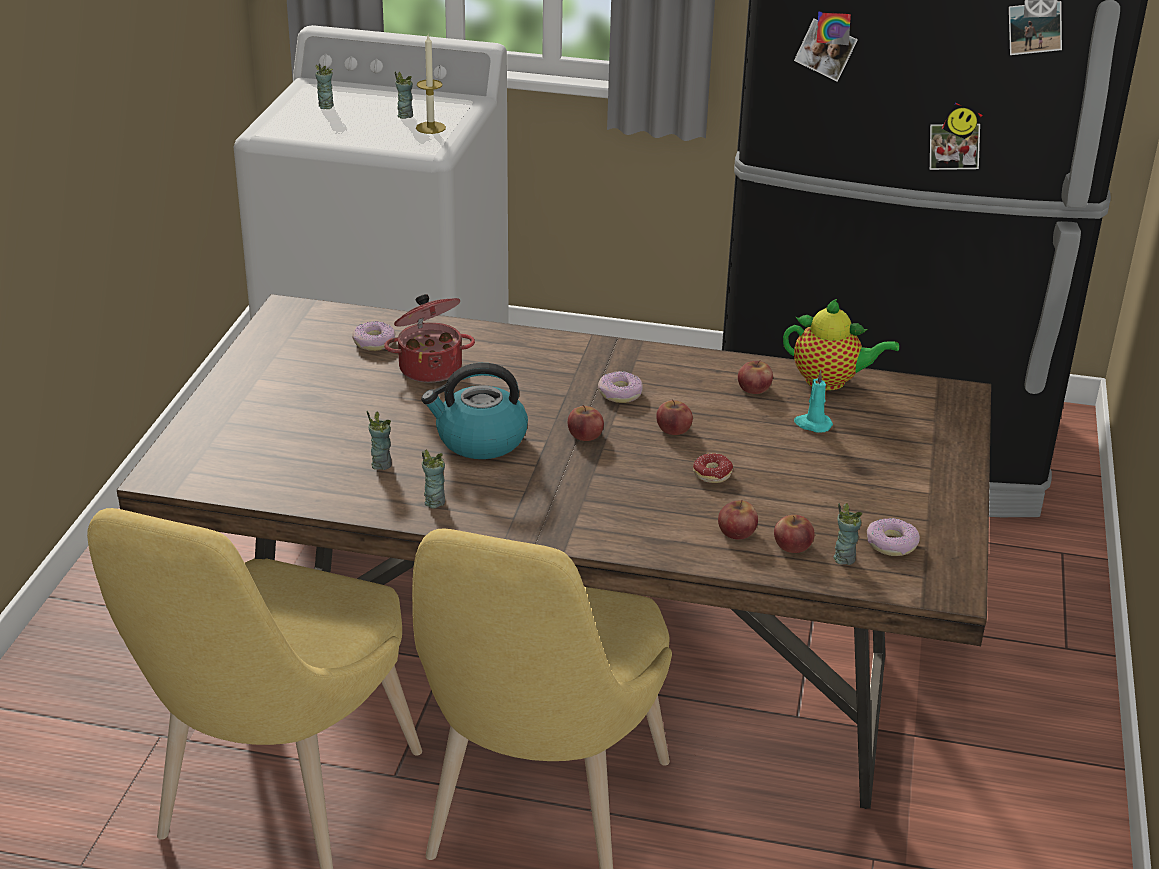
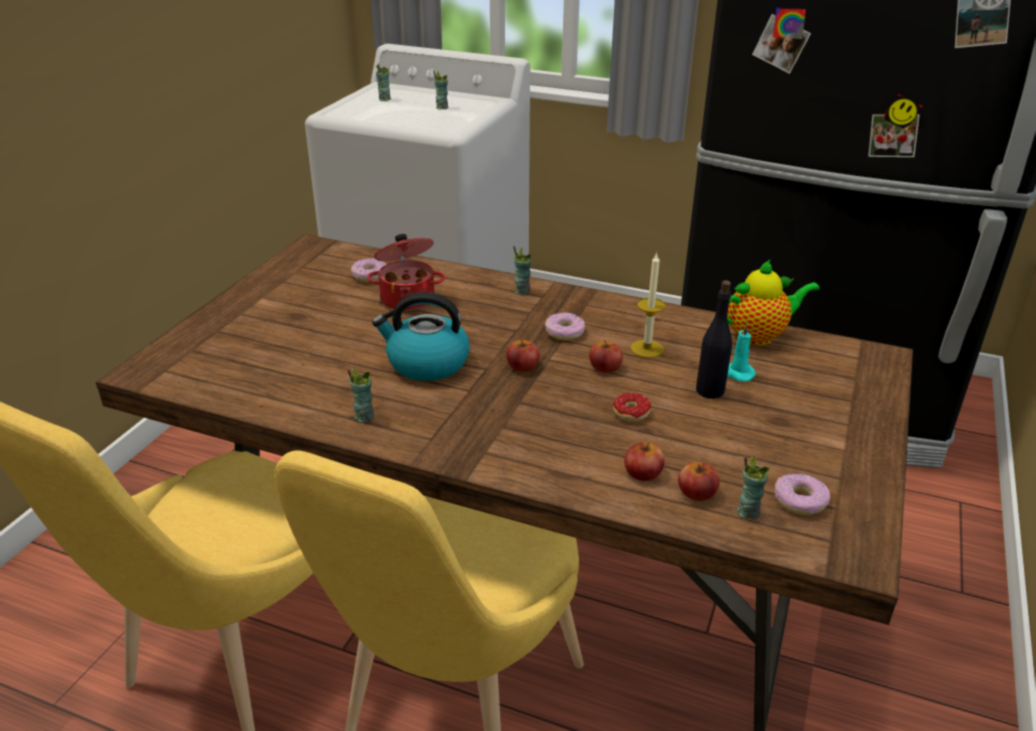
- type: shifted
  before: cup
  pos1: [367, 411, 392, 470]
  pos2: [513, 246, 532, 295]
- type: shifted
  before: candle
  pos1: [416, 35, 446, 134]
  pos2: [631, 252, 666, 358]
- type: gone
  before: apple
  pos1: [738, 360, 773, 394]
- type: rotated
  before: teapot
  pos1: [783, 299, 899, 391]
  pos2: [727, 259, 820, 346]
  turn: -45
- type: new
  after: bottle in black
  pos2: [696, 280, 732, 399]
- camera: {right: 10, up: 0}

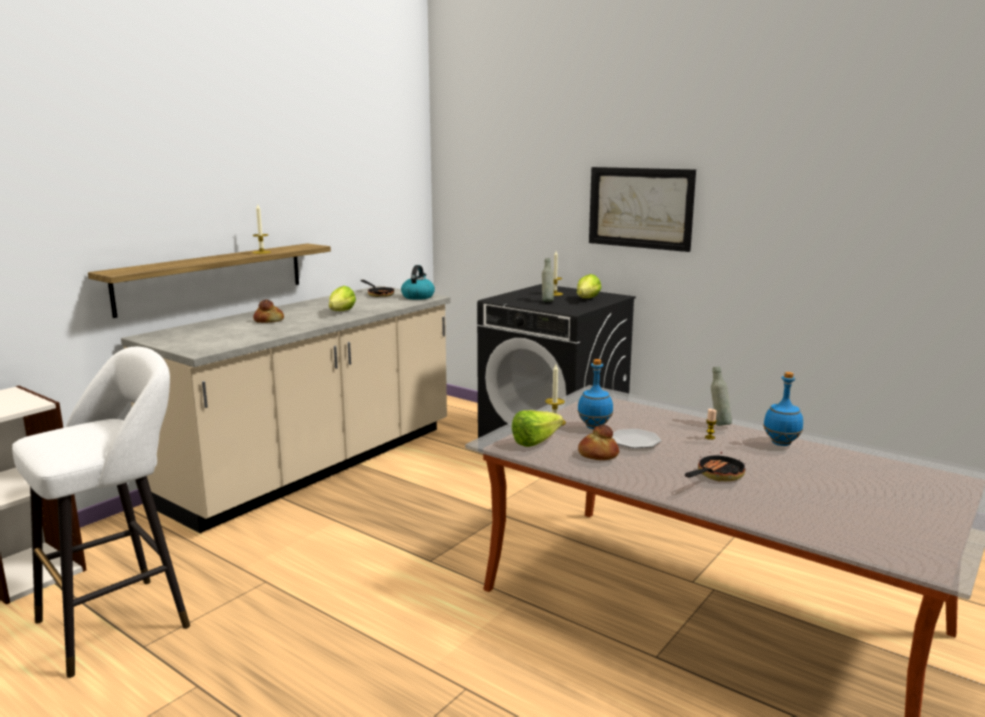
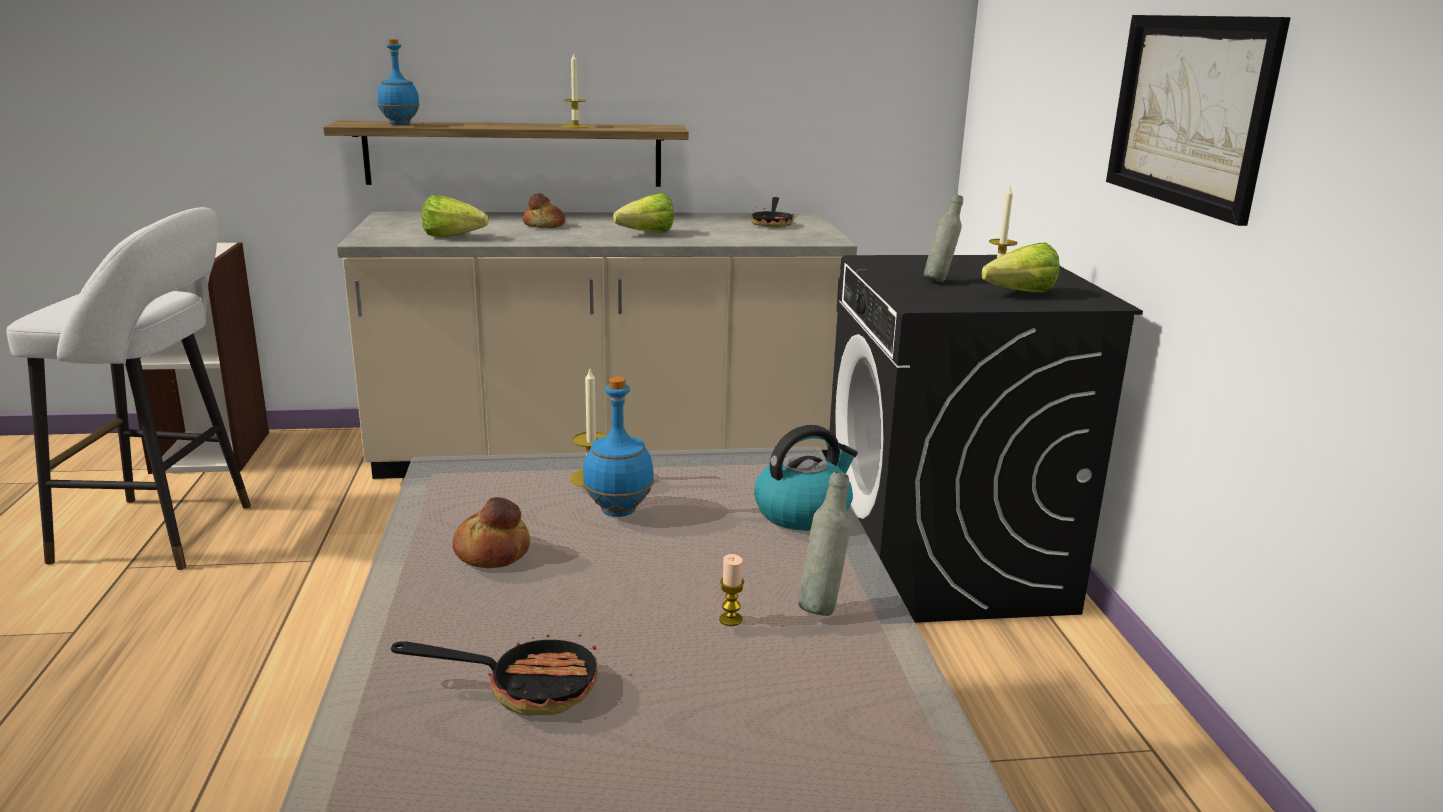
- type: shifted
  before: kettle
  pos1: [401, 265, 435, 300]
  pos2: [754, 425, 858, 531]
- type: shifted
  before: lettuce
  pos1: [512, 410, 563, 447]
  pos2: [422, 195, 489, 237]
- type: gone
  before: plate
  pos1: [612, 429, 661, 448]
- type: shifted
  before: bottle in blue
  pos1: [763, 372, 803, 446]
  pos2: [377, 39, 420, 125]
- camera: {right: 45, up: 5}

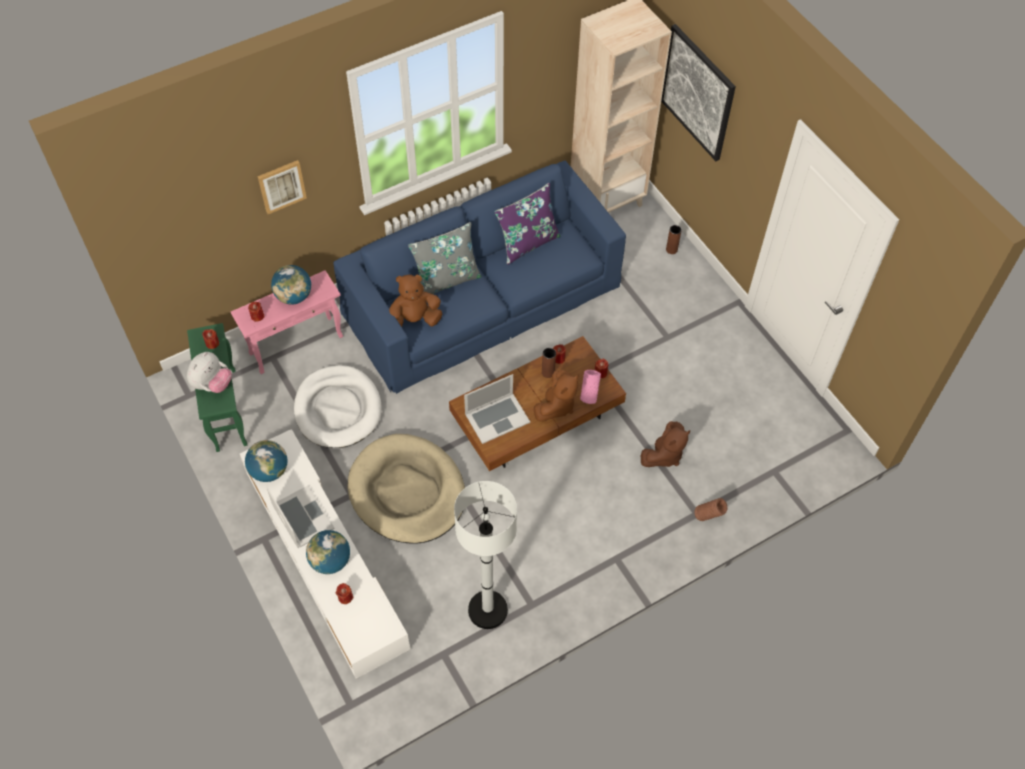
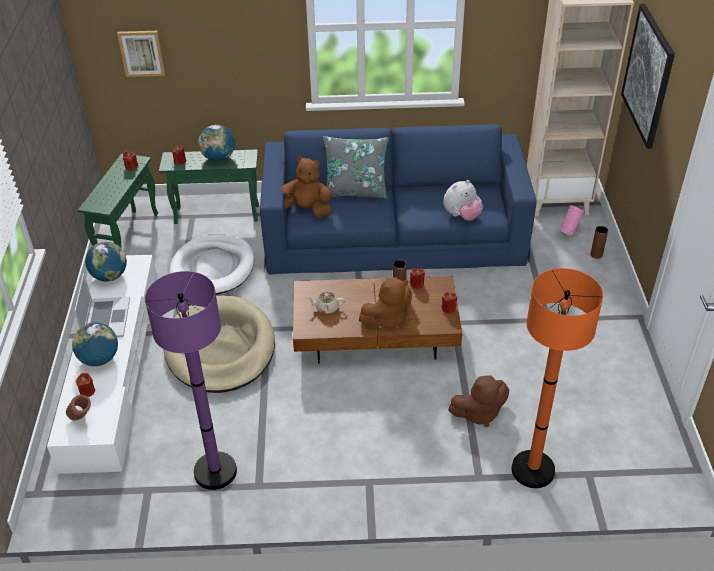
- type: shifted
  before: plush toy
  pos1: [187, 352, 232, 393]
  pos2: [443, 180, 483, 221]
- type: repainted
  before: side table in pink
  after: side table in green
  pos1: [231, 270, 343, 374]
  pos2: [159, 149, 259, 224]
- type: shifted
  before: picture
  pos1: [257, 160, 307, 214]
  pos2: [117, 31, 165, 77]
- type: repainted
  before: floor lamp in white
  after: floor lamp in purple
  pos1: [454, 481, 517, 629]
  pos2: [145, 271, 237, 490]
- type: swapped
  before: laptop
  after: teapot in beige
  pos1: [464, 374, 530, 444]
  pos2: [306, 292, 345, 314]
- type: gone
  before: pillow in purple
  pos1: [494, 183, 561, 265]
- type: shifted
  before: vase in pink
  pos1: [580, 370, 601, 404]
  pos2: [560, 205, 584, 235]
- type: shifted
  before: vase in brown
  pos1: [694, 498, 728, 521]
  pos2: [66, 395, 91, 420]
- type: new
  after: floor lamp in orange
  pos2: [511, 268, 603, 488]
- camera: {right: 30, up: -15}

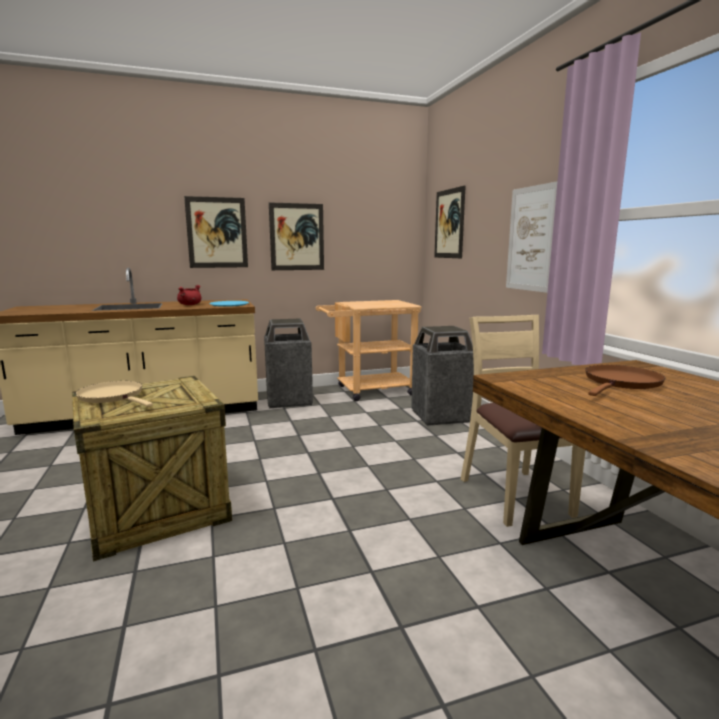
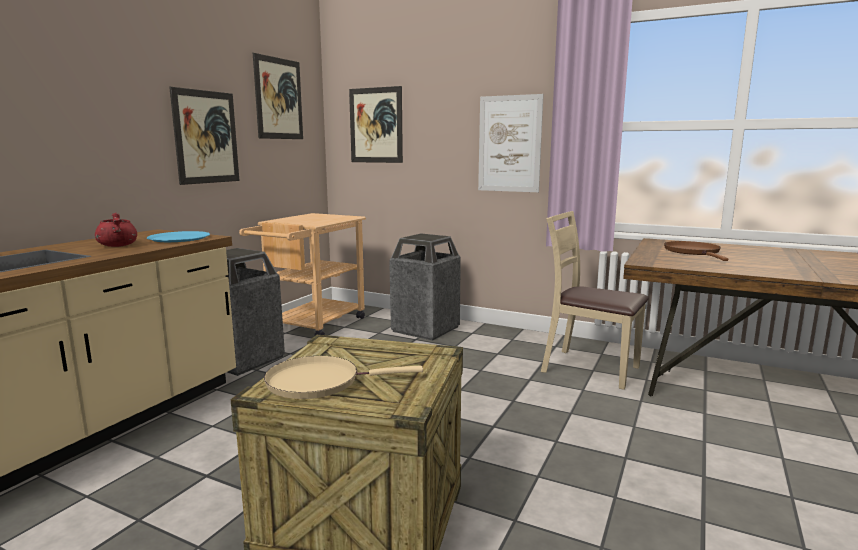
- type: shifted
  before: picture
  pos1: [184, 196, 248, 268]
  pos2: [253, 53, 303, 139]
- camera: {right: -45, up: 0}

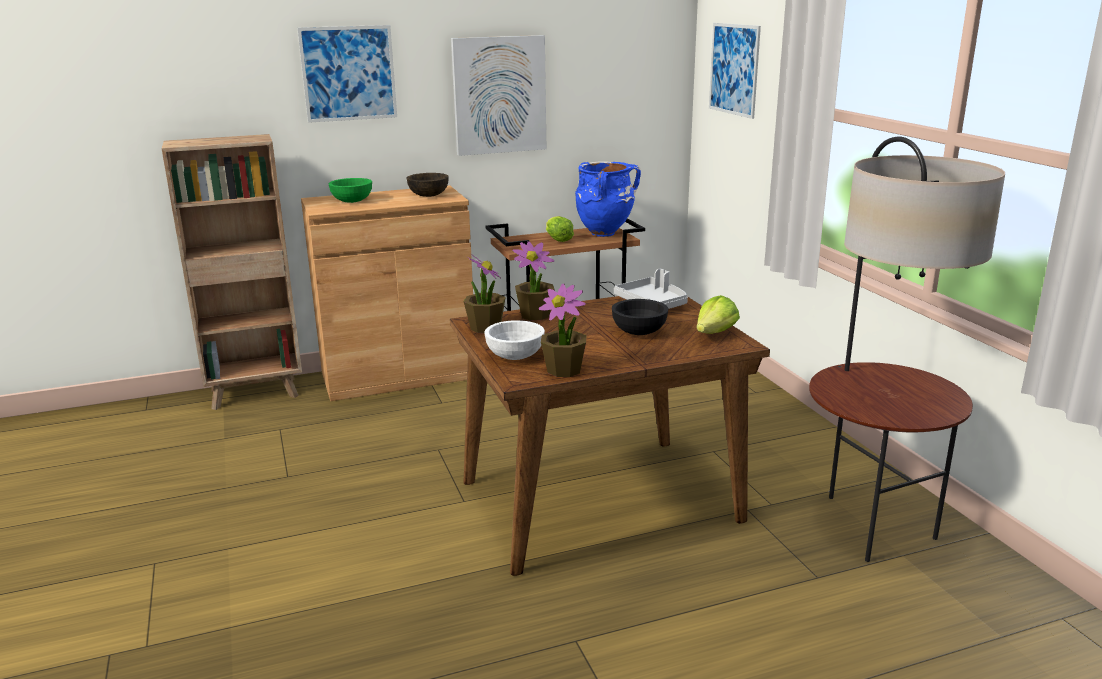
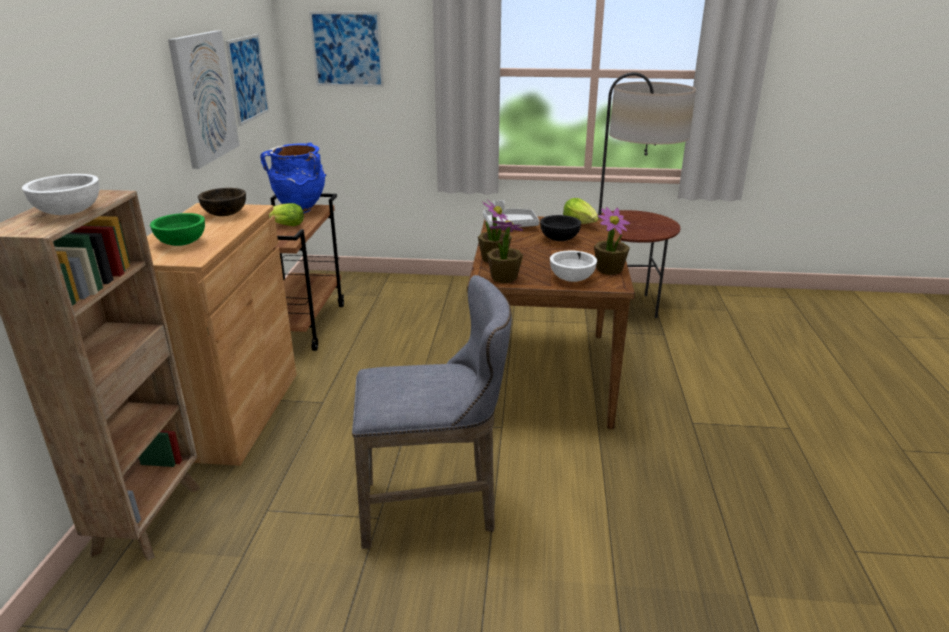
- type: shifted
  before: picture
  pos1: [297, 25, 397, 123]
  pos2: [226, 34, 269, 126]
- type: new
  after: bowl in white
  pos2: [22, 174, 100, 215]
- type: new
  after: stool in grey
  pos2: [352, 275, 512, 549]
- camera: {right: -65, up: 5}

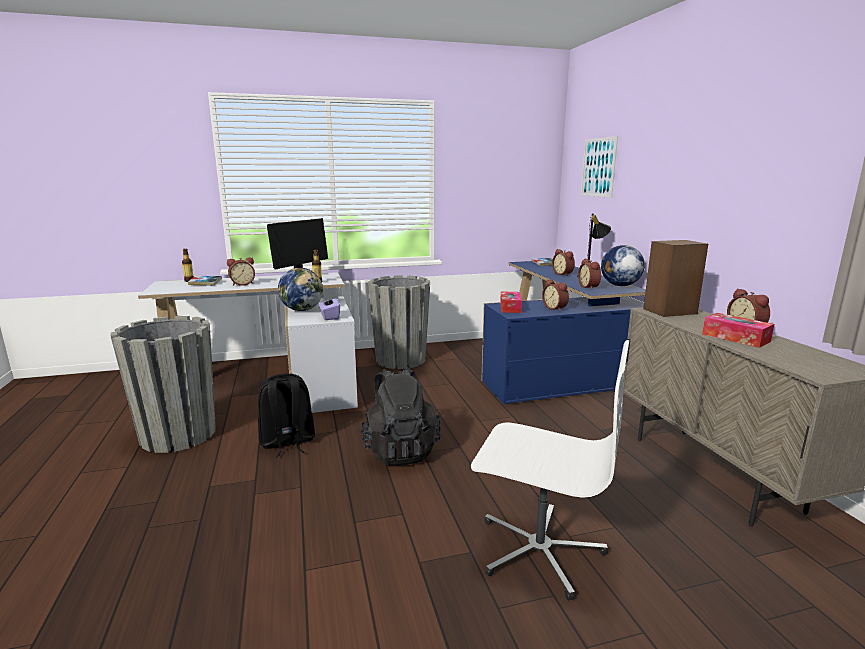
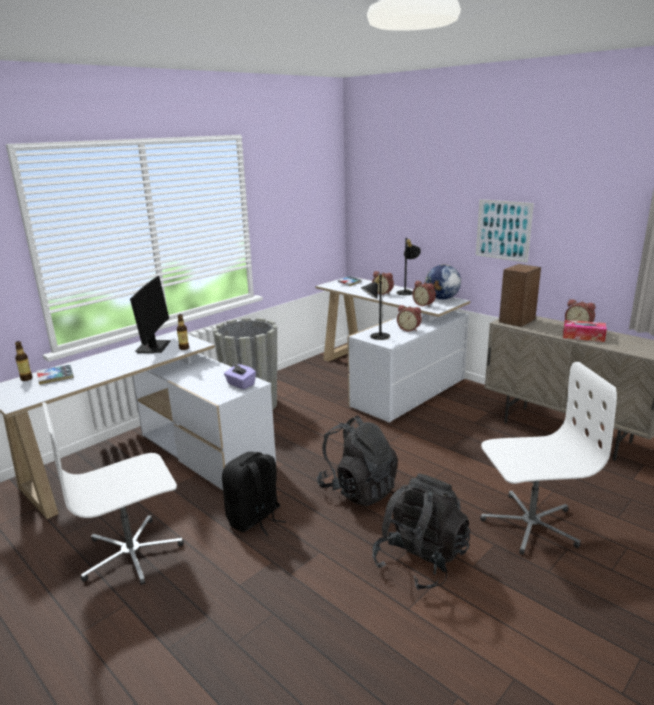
- type: swapped
  before: planter in grey
  after: office chair in white
  pos1: [110, 316, 216, 453]
  pos2: [42, 402, 184, 585]
- type: gone
  before: alarm clock
  pos1: [227, 257, 255, 286]
- type: gone
  before: globe
  pos1: [278, 268, 323, 311]
- type: repainted
  before: desk in blue
  after: desk in white
  pos1: [481, 261, 646, 404]
  pos2: [316, 277, 470, 423]
- type: swapped
  before: tissue box
  after: table lamp in black
  pos1: [500, 291, 522, 313]
  pos2: [361, 274, 390, 340]
- type: shifted
  before: picture
  pos1: [581, 136, 618, 198]
  pos2: [476, 199, 534, 263]
- type: new
  after: backpack in black
  pos2: [372, 473, 470, 590]
- camera: {right: -30, up: 5}

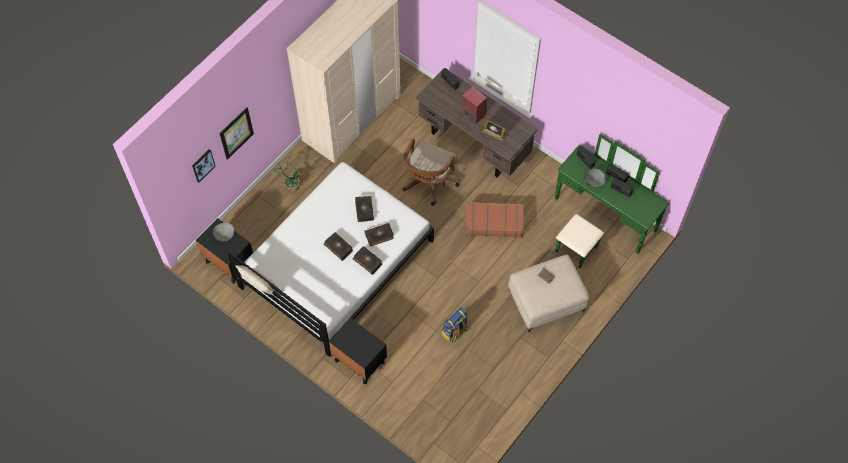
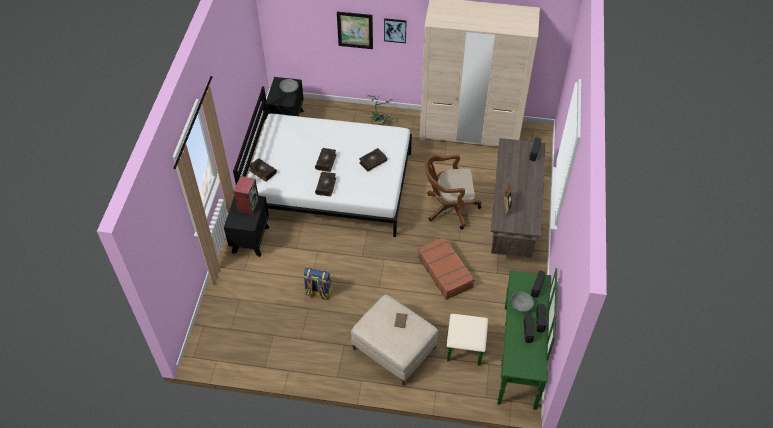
- type: shifted
  before: picture
  pos1: [192, 149, 216, 182]
  pos2: [384, 18, 407, 43]
- type: gone
  before: pillow in beige
  pos1: [235, 265, 282, 296]
- type: shifted
  before: book
  pos1: [365, 223, 394, 246]
  pos2: [249, 158, 277, 182]
- type: shifted
  before: speaker
  pos1: [461, 86, 487, 124]
  pos2: [234, 176, 259, 214]
- camera: {right: 60, up: -10}

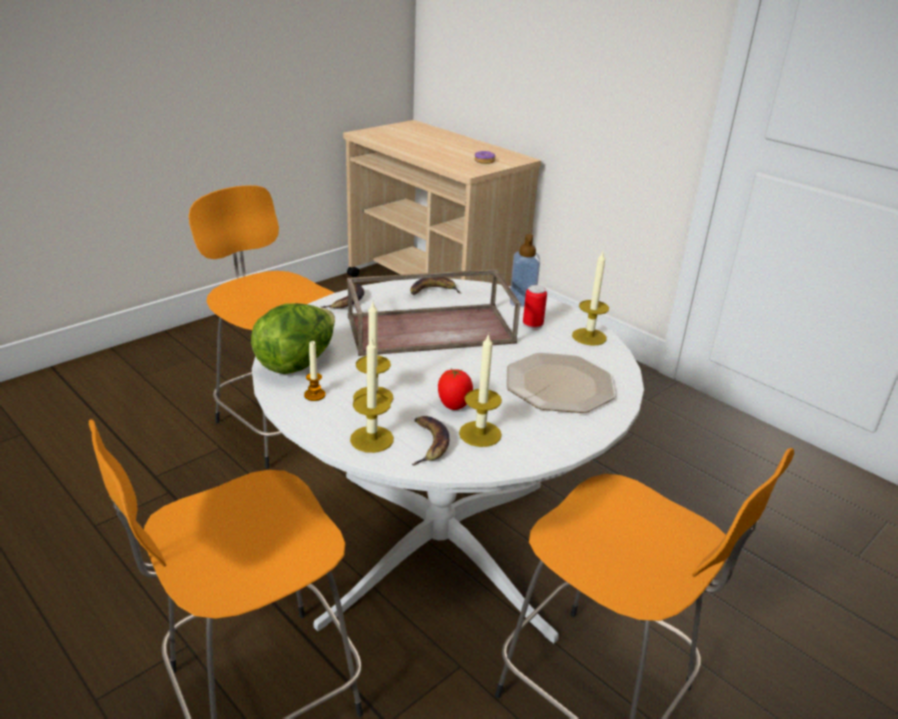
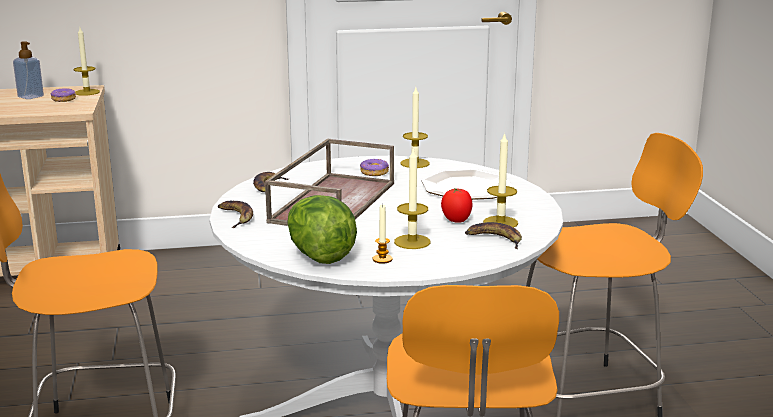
- type: shifted
  before: candle
  pos1: [350, 336, 394, 453]
  pos2: [74, 27, 100, 96]
- type: shifted
  before: soap dispenser
  pos1: [510, 234, 540, 306]
  pos2: [13, 41, 44, 99]
- type: swapped
  before: can
  after: donut
  pos1: [523, 285, 547, 330]
  pos2: [360, 159, 389, 176]
- camera: {right: -55, up: -10}

